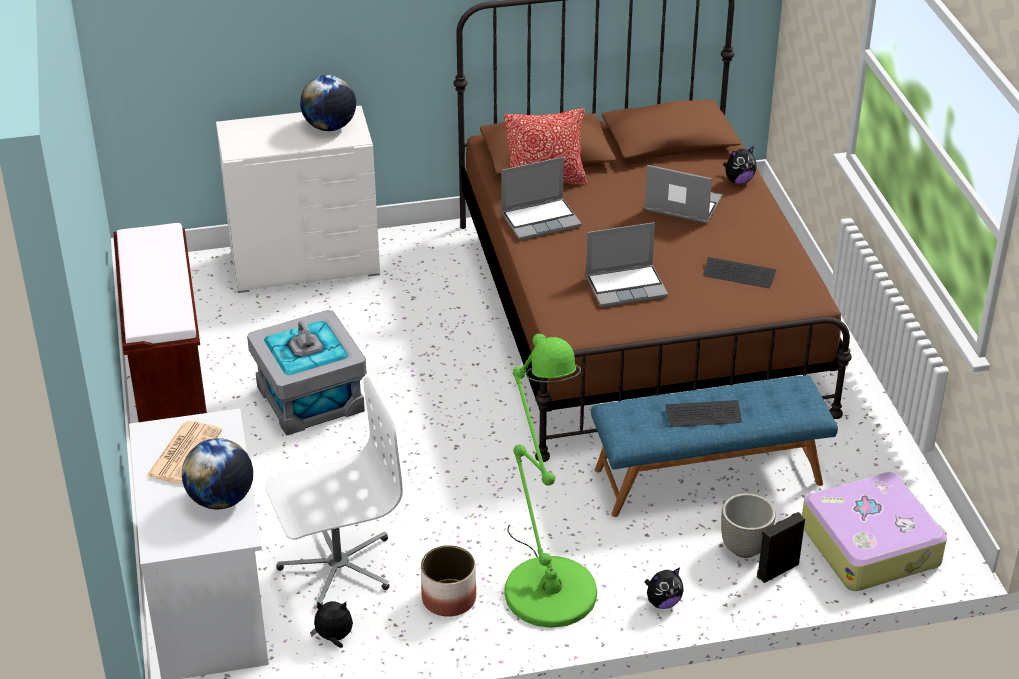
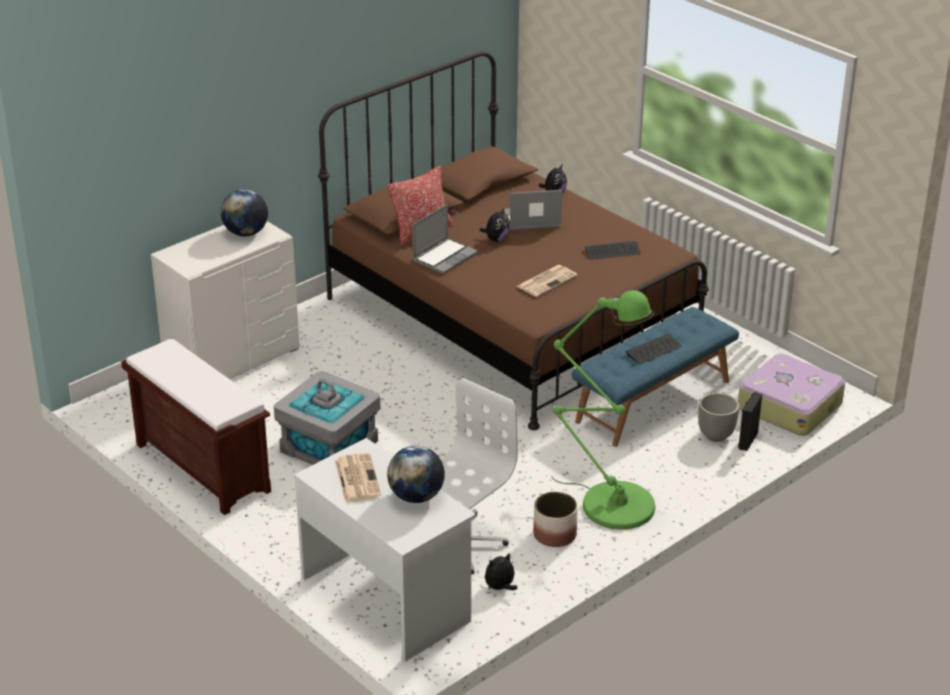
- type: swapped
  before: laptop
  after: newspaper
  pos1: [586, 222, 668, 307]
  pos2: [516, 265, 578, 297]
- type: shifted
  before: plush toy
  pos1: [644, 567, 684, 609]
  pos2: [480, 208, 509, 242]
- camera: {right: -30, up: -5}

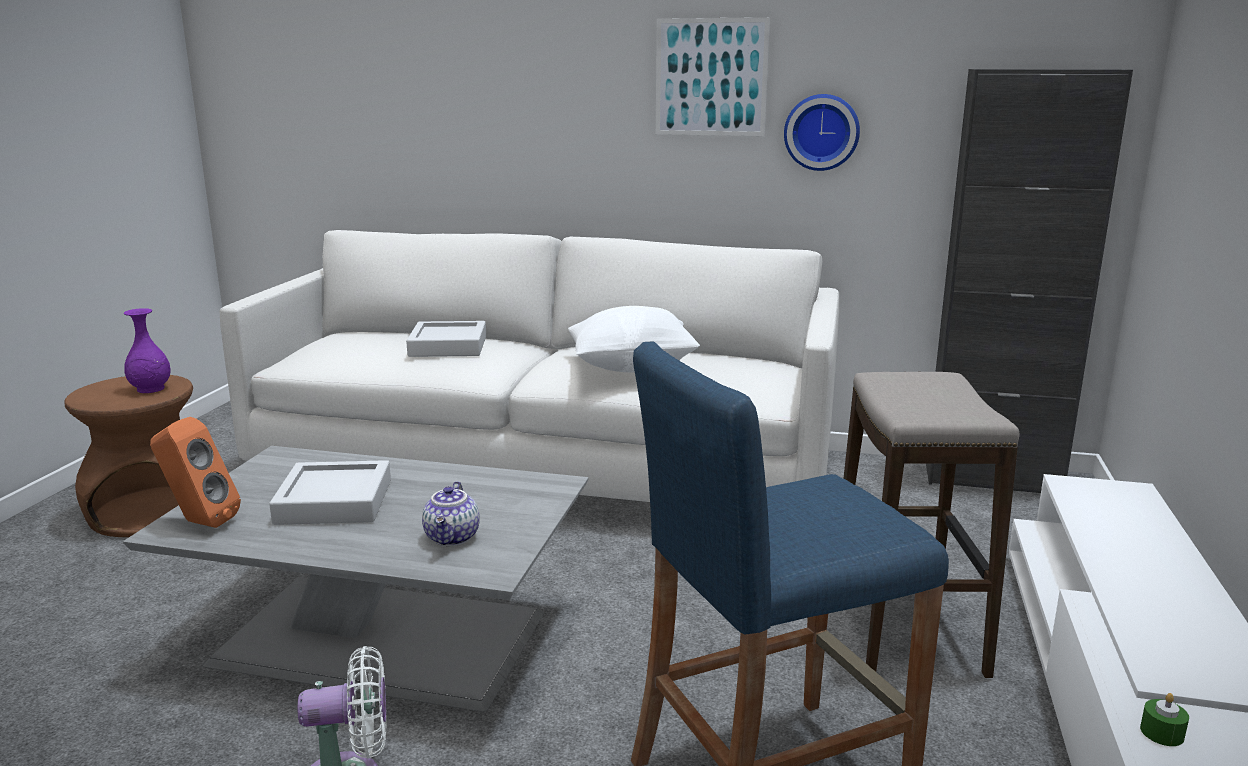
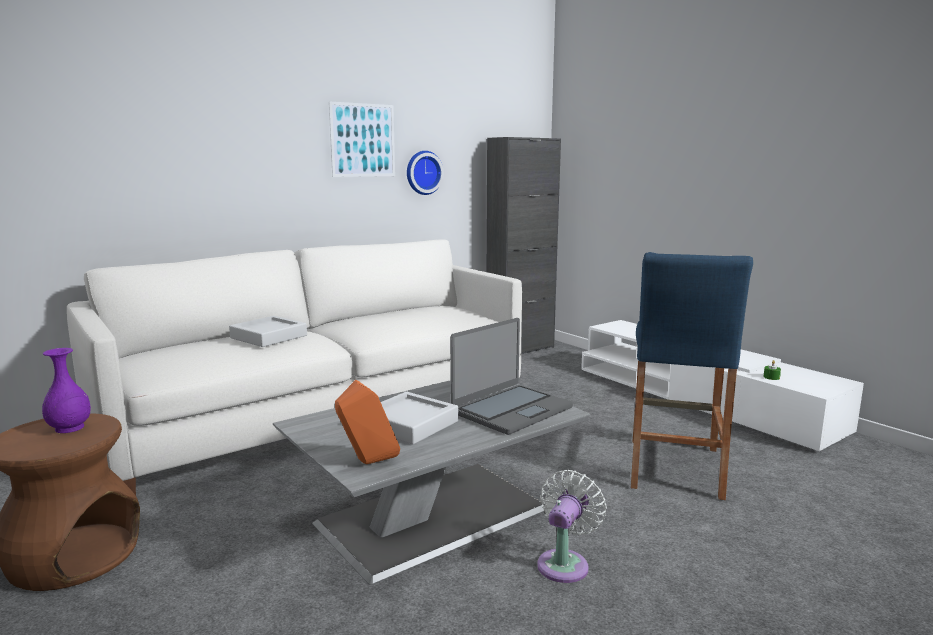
- type: swapped
  before: teapot
  after: laptop
  pos1: [422, 481, 480, 546]
  pos2: [450, 318, 573, 435]
- type: gone
  before: pillow in white
  pos1: [568, 306, 700, 372]
- type: gone
  before: stool
  pos1: [843, 372, 1019, 678]
- camera: {right: -50, up: -5}

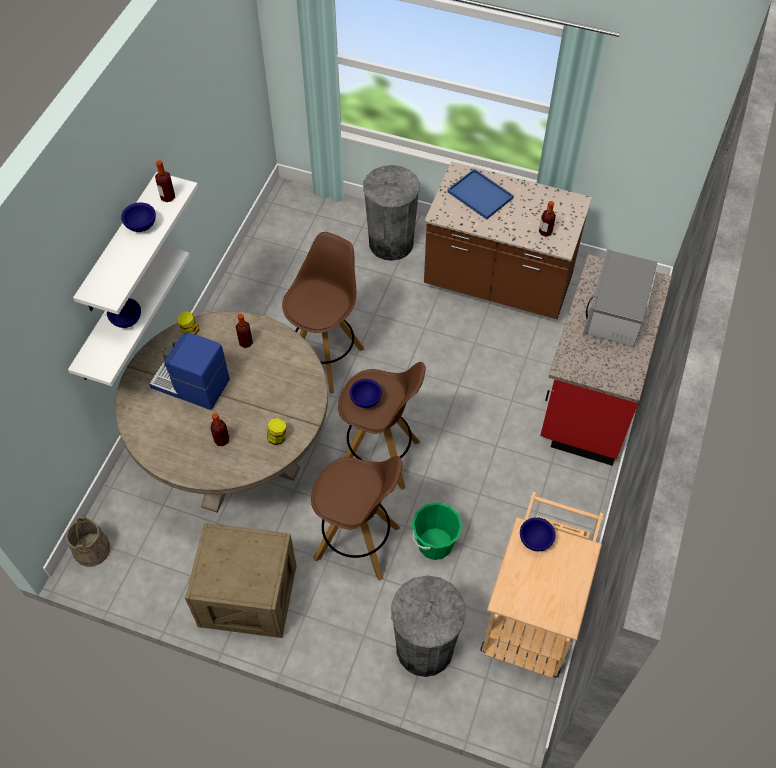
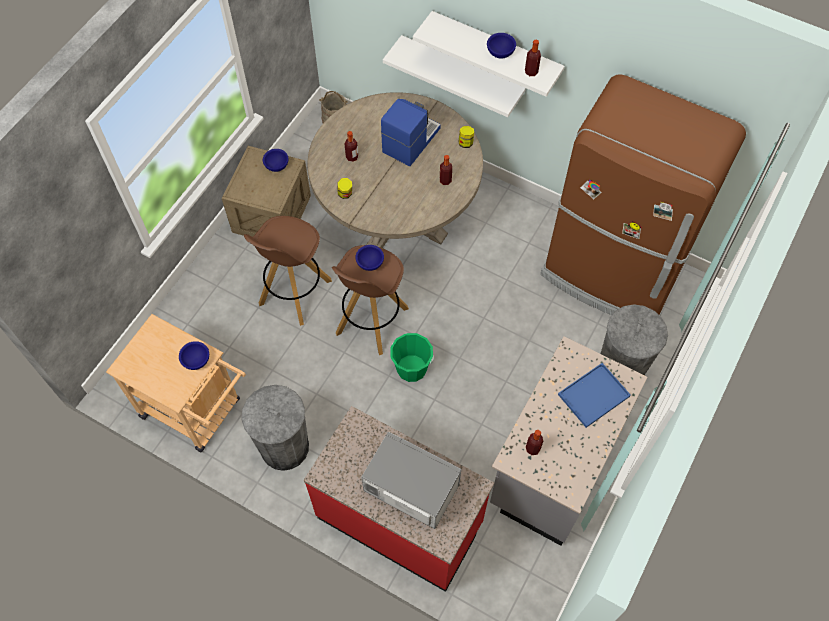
- type: shifted
  before: bowl in blue
  pos1: [107, 298, 141, 328]
  pos2: [263, 149, 288, 172]
- type: gone
  before: stool in brown
  pos1: [282, 232, 365, 394]
- type: shifted
  before: trash can in grey
  pos1: [391, 575, 466, 677]
  pos2: [241, 385, 309, 471]
- type: shifted
  before: bucket in green
  pos1: [412, 502, 463, 560]
  pos2: [390, 333, 434, 382]
- type: repainted
  before: counter in brown
  after: counter in grey
  pos1: [424, 162, 592, 319]
  pos2: [490, 336, 648, 546]
- type: new
  after: fridge in brown
  pos2: [540, 74, 746, 315]
- camera: {right: 100, up: 5}

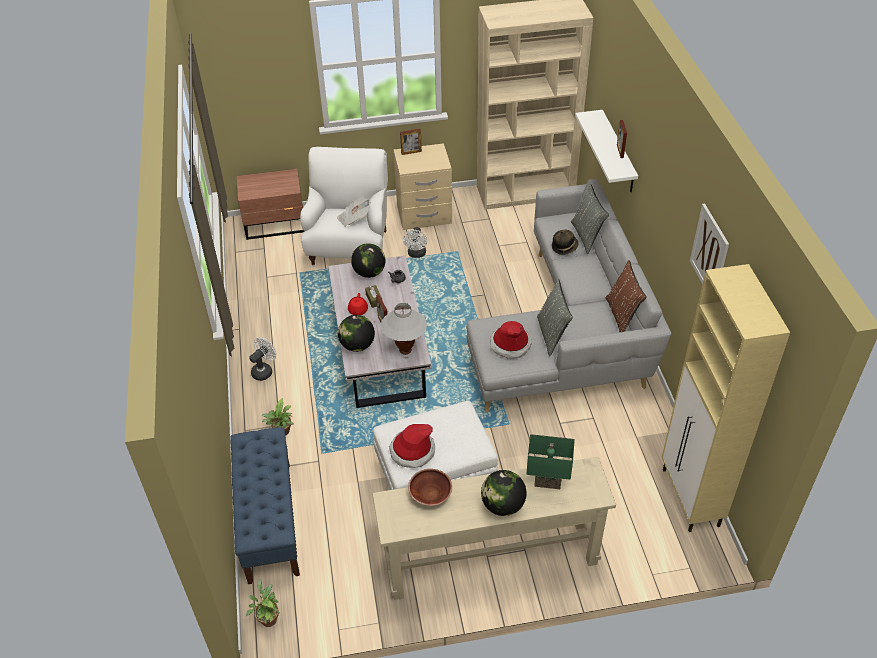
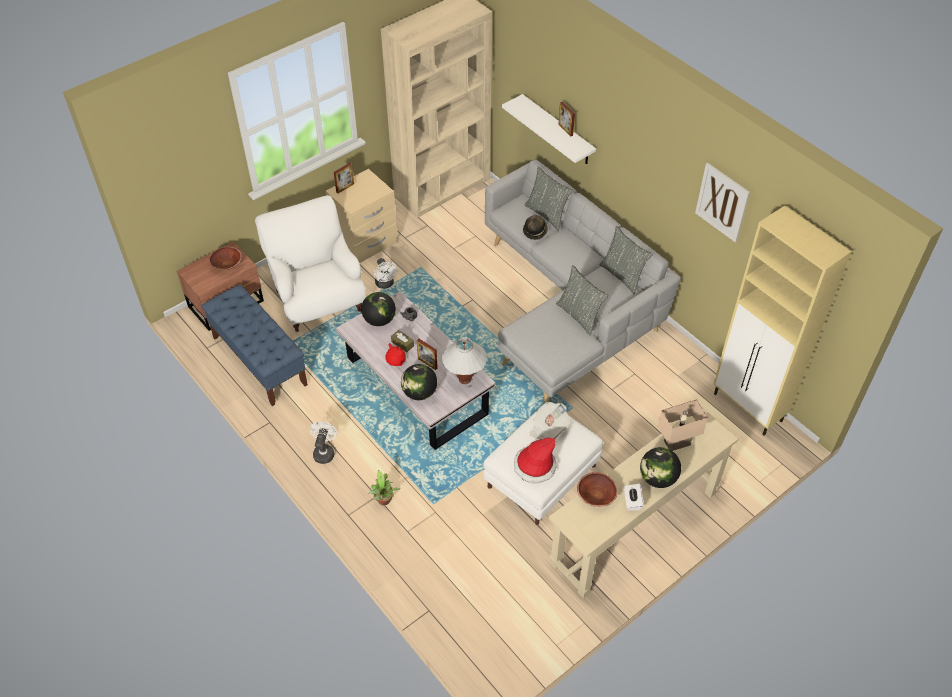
- type: shifted
  before: bench in blue
  pos1: [230, 427, 300, 584]
  pos2: [202, 285, 308, 406]
- type: gone
  before: potted plant
  pos1: [246, 579, 279, 627]
- type: shifted
  before: newspaper
  pos1: [337, 197, 371, 227]
  pos2: [529, 402, 570, 439]
- type: gone
  before: hat
  pos1: [490, 321, 531, 359]
- type: repainted
  before: table lamp in green
  after: table lamp in beige
  pos1: [526, 434, 575, 489]
  pos2: [658, 399, 708, 451]
- type: repainted
  before: pillow in brown
  after: pillow in grey
  pos1: [606, 260, 647, 332]
  pos2: [599, 226, 653, 295]
- type: new
  after: bowl in brown
  pos2: [209, 247, 242, 270]
- type: new
  after: tissue box in white
  pos2: [624, 484, 643, 511]
- camera: {right: -30, up: 5}

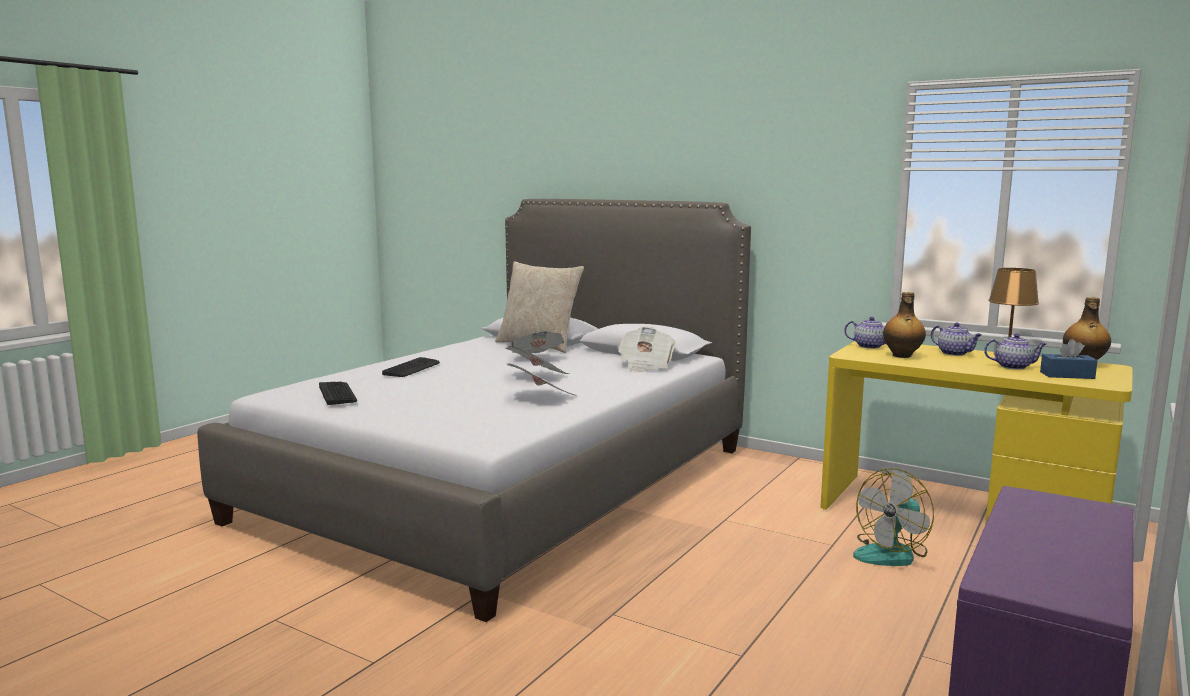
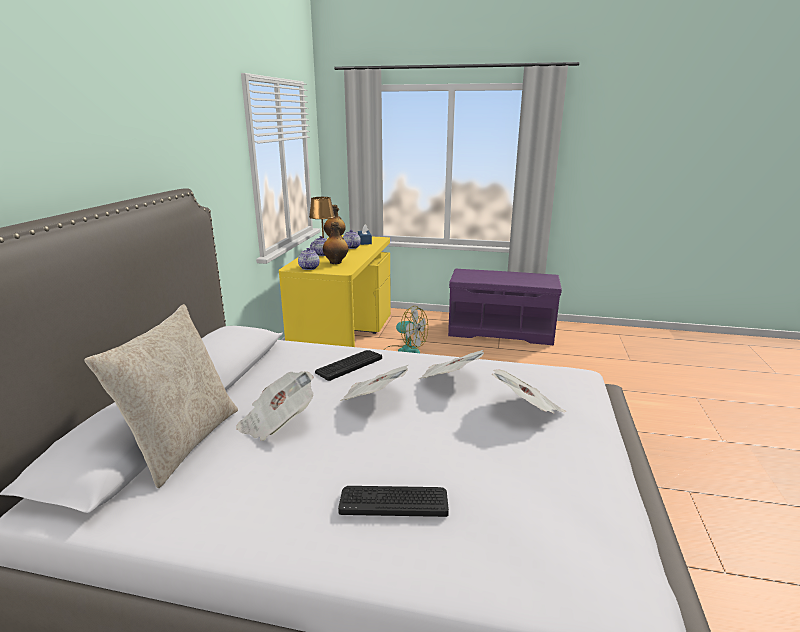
- type: shifted
  before: keyboard
  pos1: [319, 382, 357, 405]
  pos2: [315, 350, 382, 381]
- type: shifted
  before: newspaper
  pos1: [617, 327, 675, 372]
  pos2: [492, 370, 566, 414]
- camera: {right: -110, up: 10}

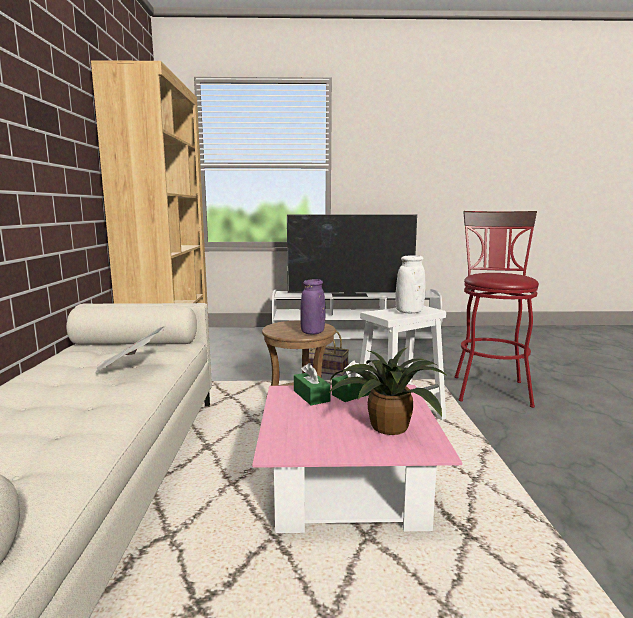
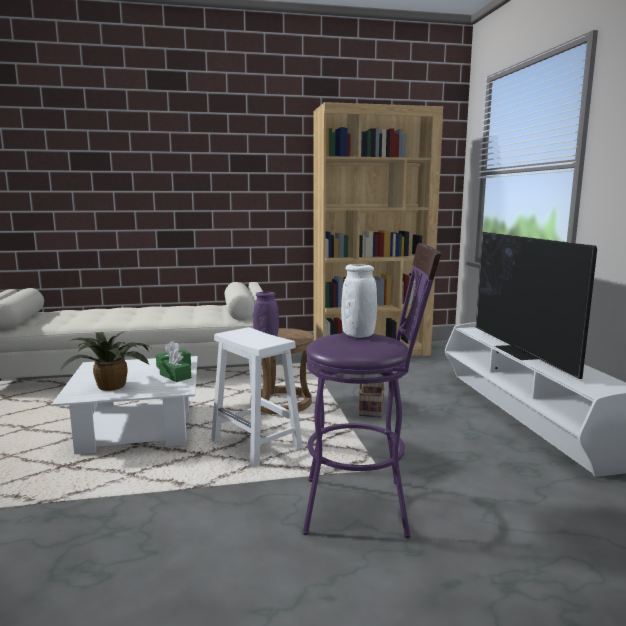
- type: gone
  before: newspaper
  pos1: [96, 326, 165, 372]
- type: repainted
  before: coffee table in pink
  after: coffee table in white
  pos1: [252, 385, 462, 533]
  pos2: [51, 356, 198, 454]
- type: shifted
  before: vase in white
  pos1: [396, 255, 426, 313]
  pos2: [341, 264, 377, 338]
- type: repainted
  before: stool in red
  after: stool in purple
  pos1: [455, 211, 539, 408]
  pos2: [302, 243, 441, 538]
- camera: {right: 80, up: 0}

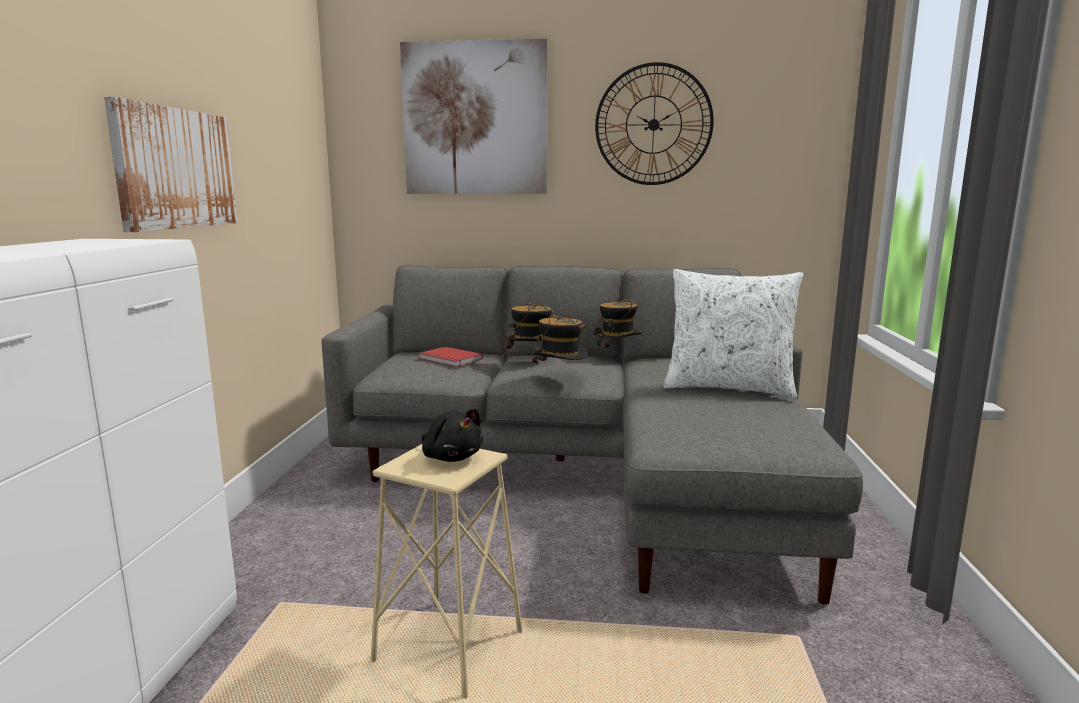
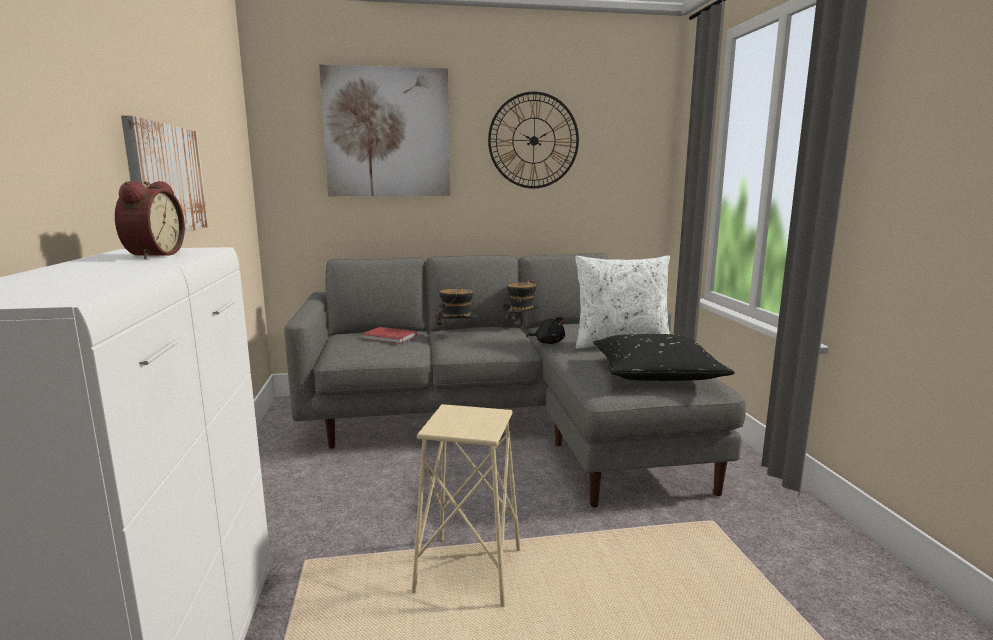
- type: shifted
  before: plush toy in black
  pos1: [422, 409, 483, 462]
  pos2: [526, 317, 565, 344]
- type: gone
  before: hat
  pos1: [532, 315, 587, 379]
- type: new
  after: alarm clock
  pos2: [115, 181, 185, 259]
- type: new
  after: pillow in black
  pos2: [593, 334, 735, 381]
- camera: {right: -15, up: 0}

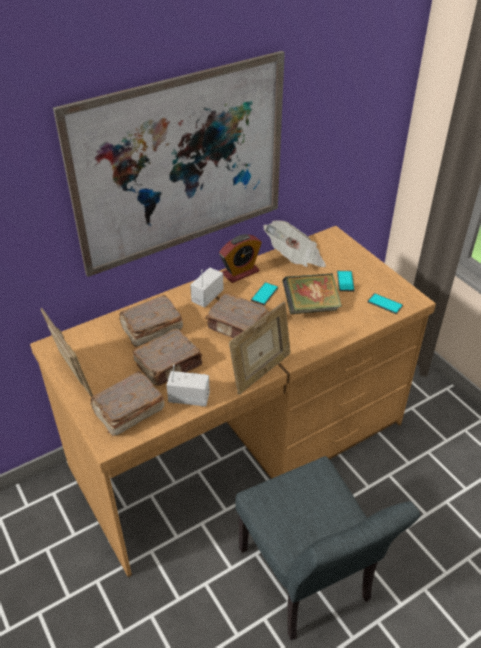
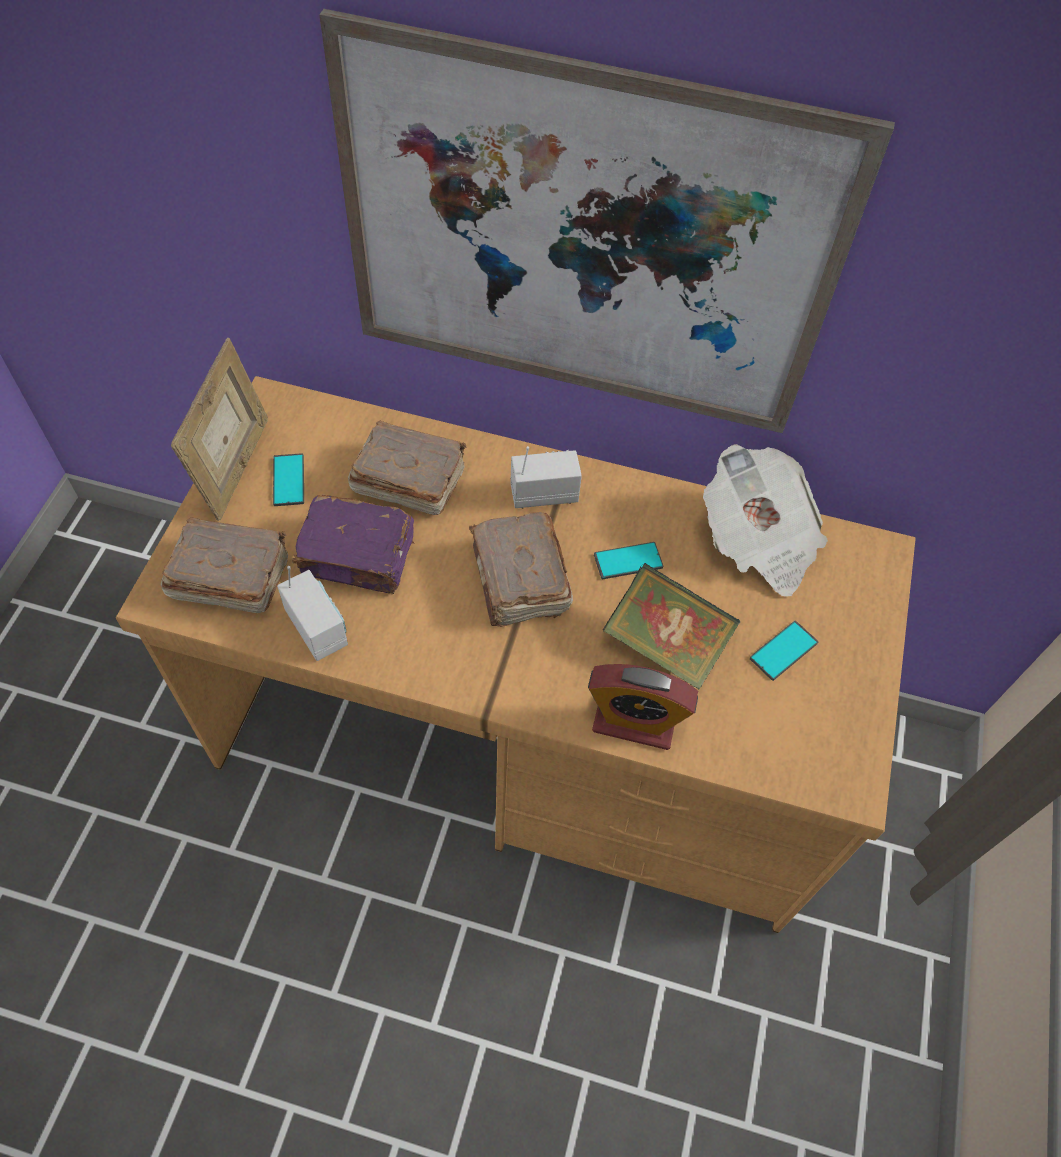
- type: repainted
  before: book in brown
  after: book in purple
  pos1: [133, 329, 203, 386]
  pos2: [292, 494, 415, 594]
- type: shifted
  before: alarm clock
  pos1: [219, 234, 262, 283]
  pos2: [588, 664, 698, 750]
- type: gone
  before: picture frame
  pos1: [229, 301, 291, 395]
- type: gone
  before: chair in grey
  pos1: [235, 456, 420, 640]
- type: shifted
  before: phone
  pos1: [368, 293, 403, 314]
  pos2: [273, 453, 304, 506]
- camera: {right: 45, up: 15}

